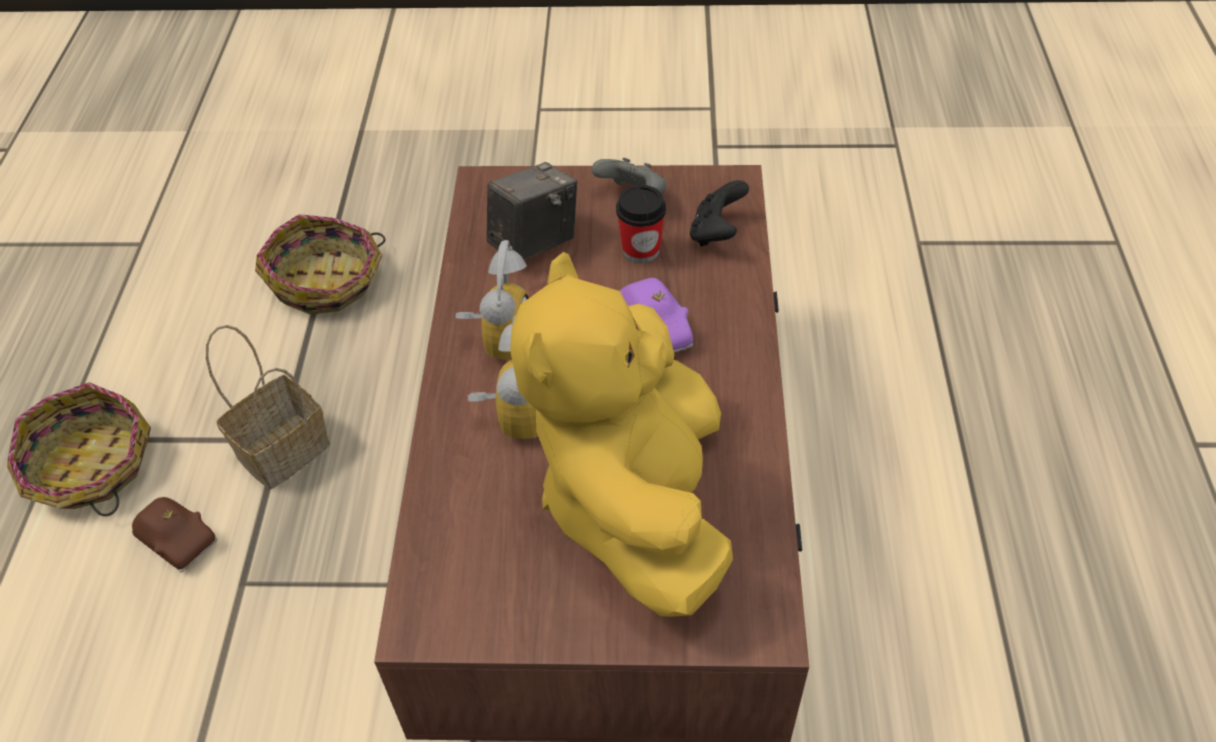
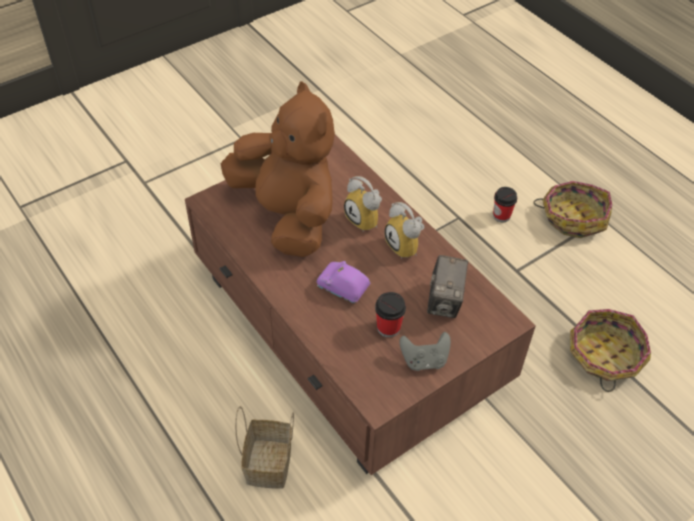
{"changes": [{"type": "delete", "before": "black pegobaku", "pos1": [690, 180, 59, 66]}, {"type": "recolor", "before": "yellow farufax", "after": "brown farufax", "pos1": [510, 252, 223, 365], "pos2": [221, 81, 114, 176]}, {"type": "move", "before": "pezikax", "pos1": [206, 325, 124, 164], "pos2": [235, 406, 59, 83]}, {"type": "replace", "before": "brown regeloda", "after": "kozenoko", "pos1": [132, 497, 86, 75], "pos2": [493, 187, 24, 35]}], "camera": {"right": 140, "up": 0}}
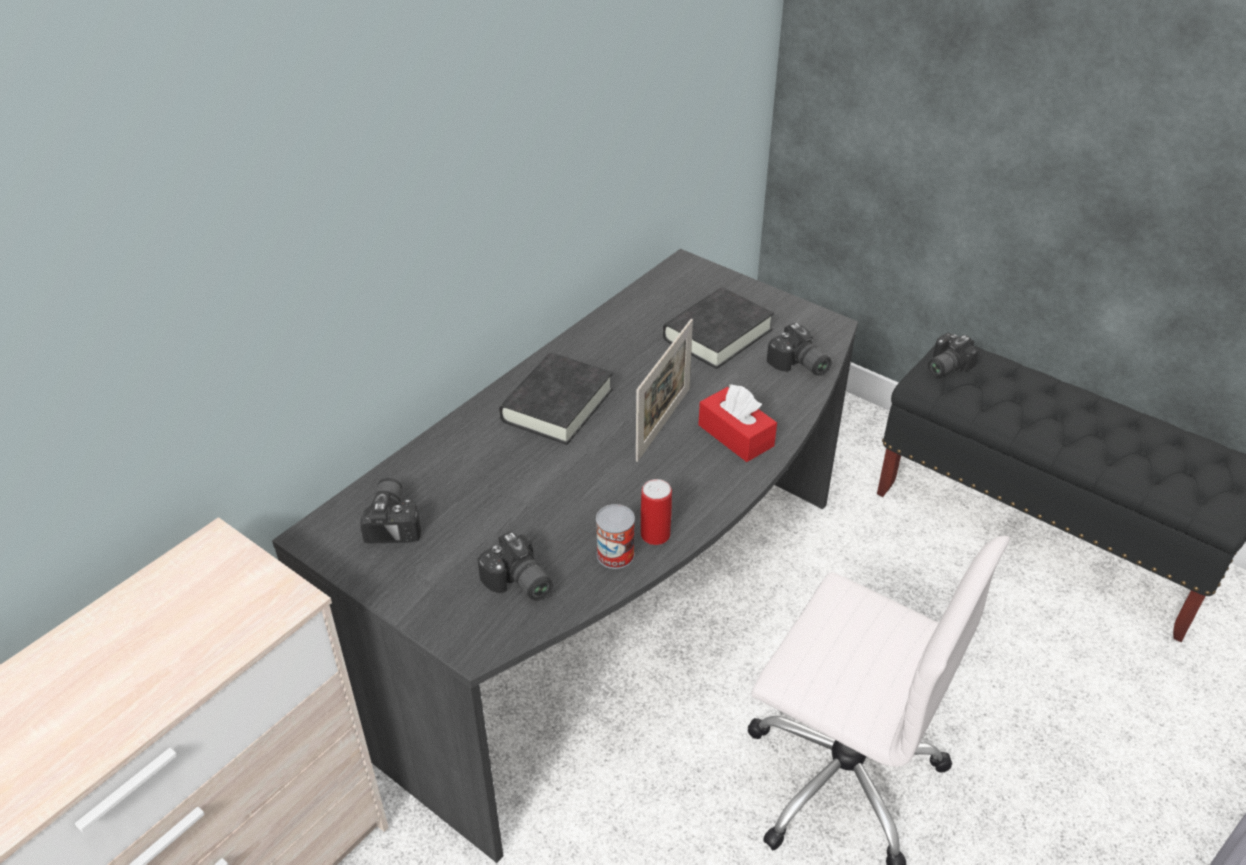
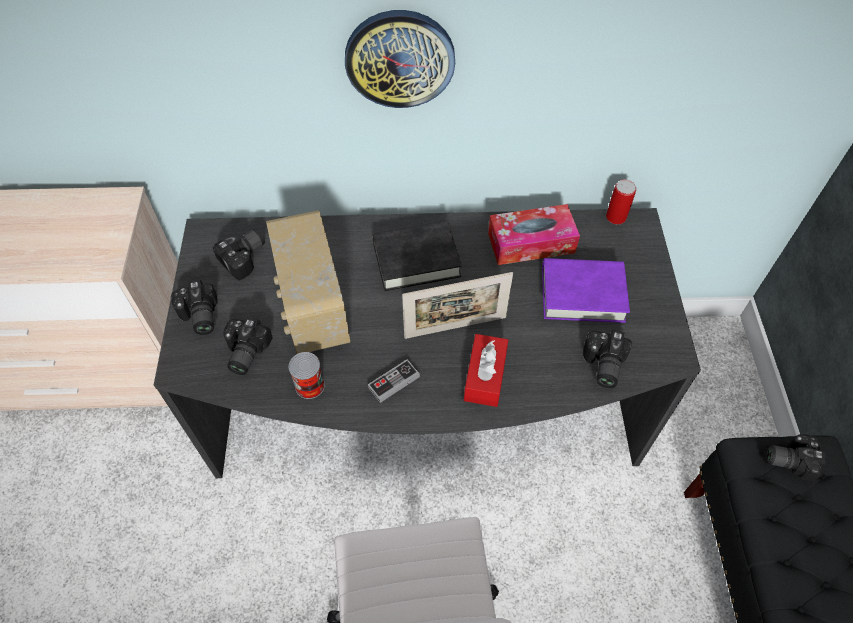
{"changes": [{"type": "recolor", "before": "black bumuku", "after": "purple bumuku", "pos1": [663, 288, 111, 81], "pos2": [542, 258, 88, 65]}, {"type": "move", "before": "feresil", "pos1": [641, 479, 31, 66], "pos2": [606, 179, 30, 45]}, {"type": "insert", "after": "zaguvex", "pos2": [345, 10, 110, 98]}, {"type": "insert", "after": "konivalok", "pos2": [488, 204, 92, 61]}, {"type": "insert", "after": "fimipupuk", "pos2": [266, 210, 84, 144]}, {"type": "insert", "after": "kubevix", "pos2": [171, 280, 47, 55]}, {"type": "insert", "after": "pegobaku", "pos2": [368, 359, 52, 44]}], "camera": {"right": 50, "up": 15}}
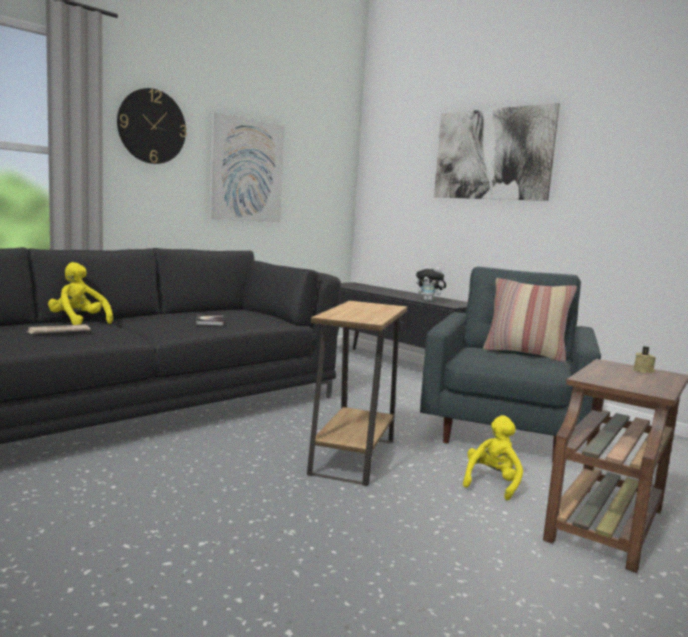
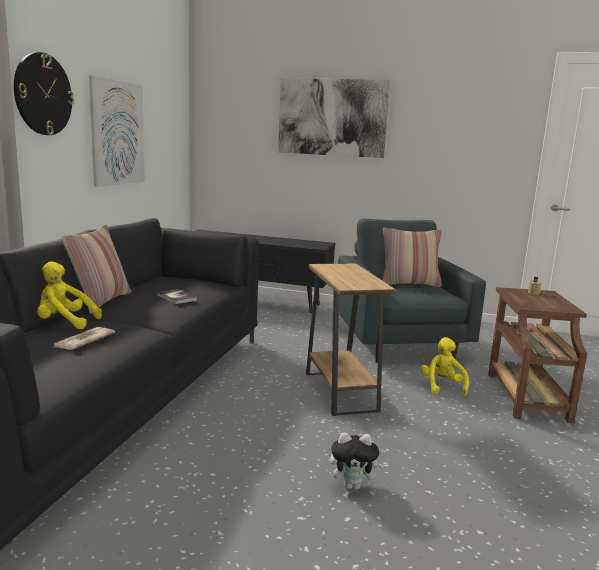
{"changes": [{"type": "move", "before": "farufax", "pos1": [416, 265, 31, 36], "pos2": [330, 432, 54, 58]}, {"type": "insert", "after": "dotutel", "pos2": [62, 225, 69, 89]}], "camera": {"right": -30, "up": 5}}
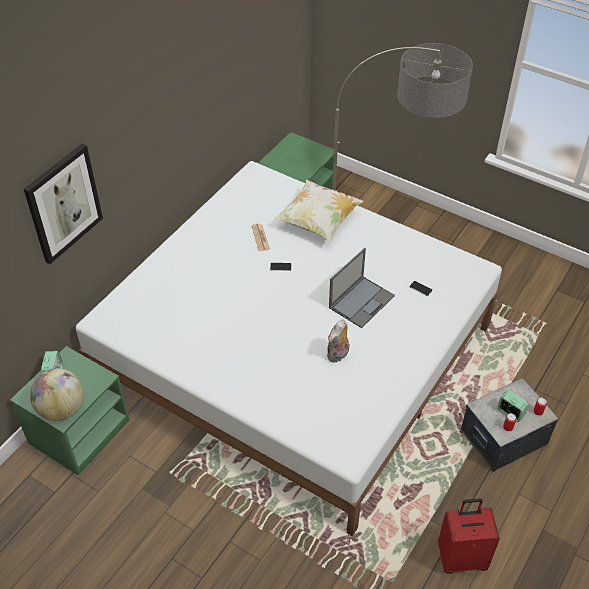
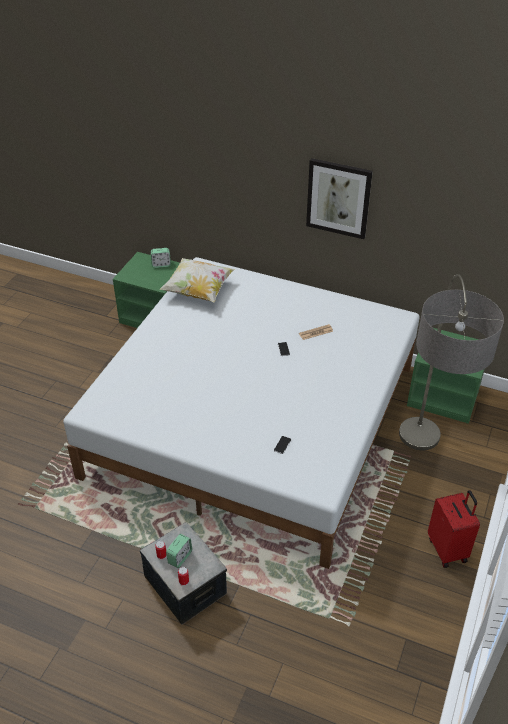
{"changes": [{"type": "move", "before": "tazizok", "pos1": [24, 143, 79, 121], "pos2": [306, 158, 67, 81]}, {"type": "move", "before": "dotutel", "pos1": [274, 180, 90, 61], "pos2": [159, 258, 76, 44]}, {"type": "delete", "before": "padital", "pos1": [329, 248, 66, 80]}, {"type": "delete", "before": "farufax", "pos1": [327, 320, 23, 43]}, {"type": "delete", "before": "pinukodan", "pos1": [30, 369, 54, 52]}, {"type": "move", "before": "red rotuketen", "pos1": [438, 499, 62, 75], "pos2": [428, 490, 52, 78]}], "camera": {"right": 80, "up": -5}}
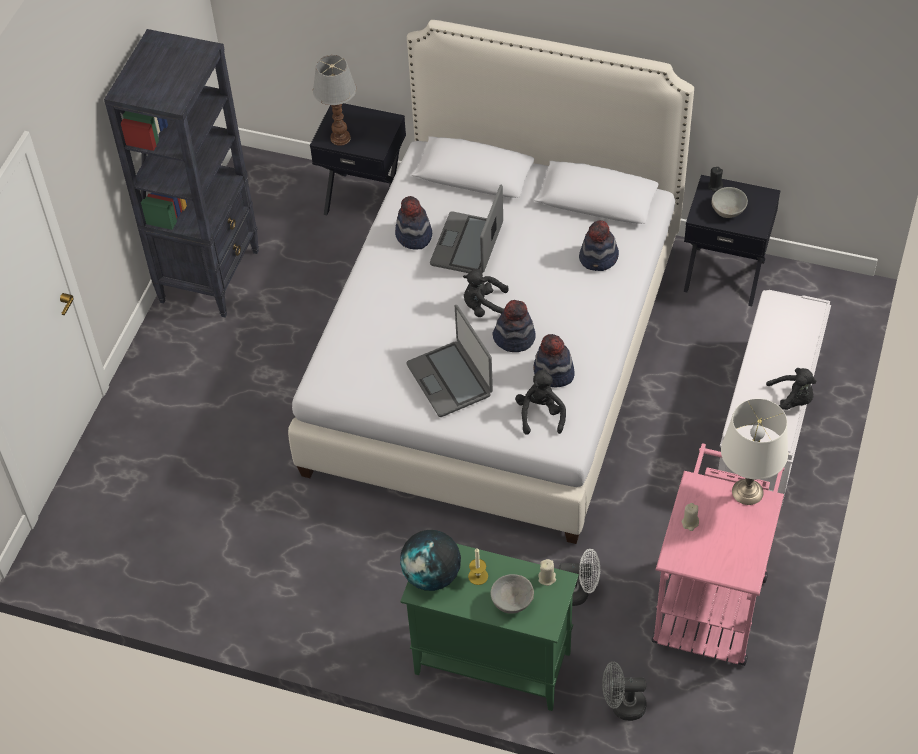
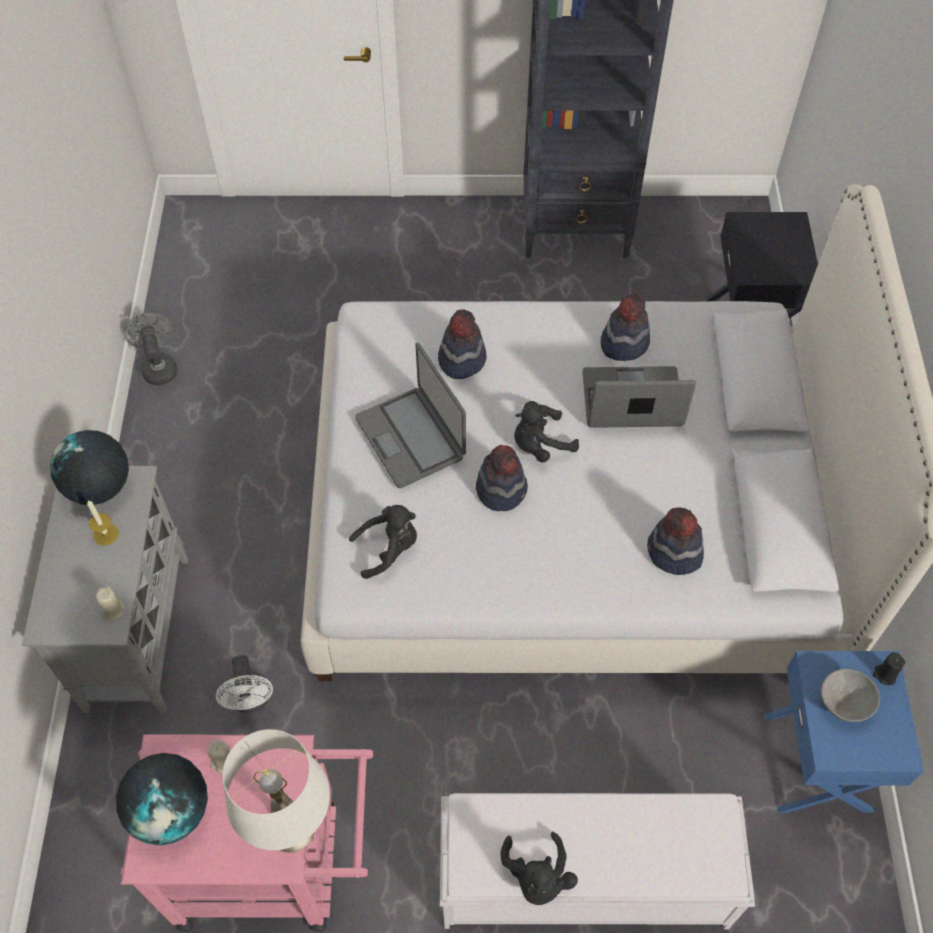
{"changes": [{"type": "delete", "before": "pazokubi", "pos1": [313, 55, 43, 91]}, {"type": "recolor", "before": "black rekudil", "after": "blue rekudil", "pos1": [684, 175, 96, 131], "pos2": [764, 651, 160, 162]}, {"type": "rotate", "before": "black farufax", "pos1": [463, 269, 46, 48], "pos2": [514, 401, 65, 62], "turn": -90}, {"type": "rotate", "before": "padital", "pos1": [406, 305, 87, 112], "pos2": [355, 343, 111, 145], "turn": -75}, {"type": "move", "before": "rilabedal", "pos1": [533, 334, 41, 53], "pos2": [438, 309, 49, 70]}, {"type": "recolor", "before": "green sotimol", "after": "grey sotimol", "pos1": [400, 544, 179, 167], "pos2": [22, 466, 166, 247]}, {"type": "delete", "before": "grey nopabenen", "pos1": [491, 574, 43, 40]}, {"type": "move", "before": "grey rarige", "pos1": [602, 661, 45, 60], "pos2": [124, 313, 54, 72]}, {"type": "insert", "after": "pinukodan", "pos2": [116, 753, 92, 93]}], "camera": {"right": 70, "up": 5}}
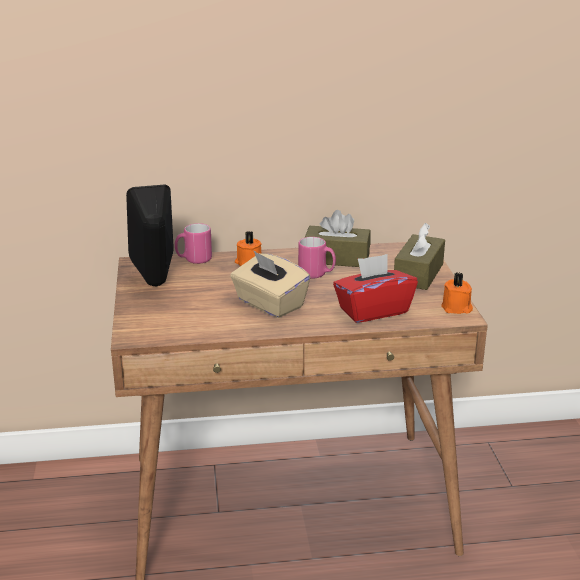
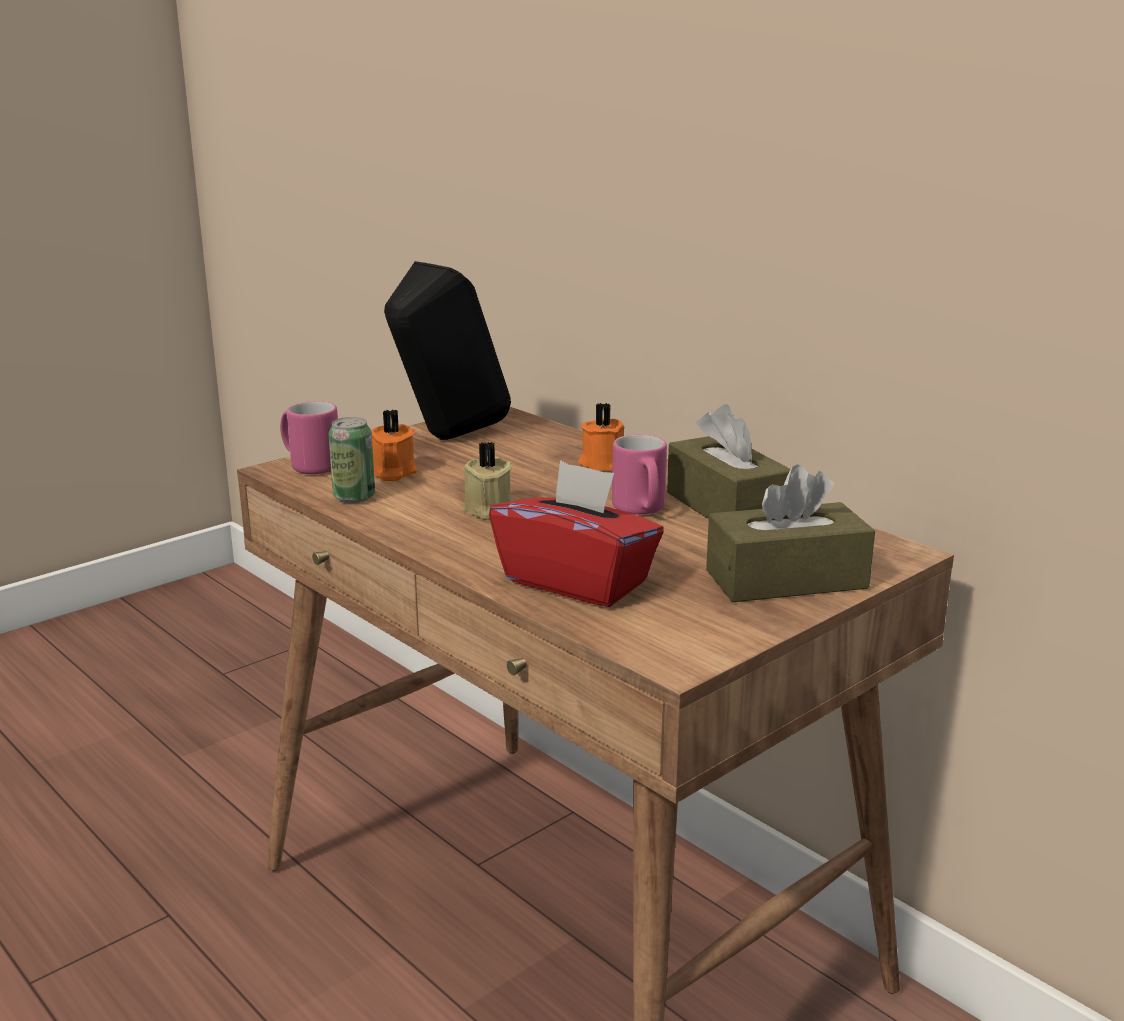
{"changes": [{"type": "move", "before": "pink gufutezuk", "pos1": [175, 223, 37, 41], "pos2": [280, 401, 58, 73]}, {"type": "replace", "before": "beige konivalok", "after": "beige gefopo", "pos1": [230, 250, 80, 68], "pos2": [462, 442, 51, 78]}, {"type": "move", "before": "orange gefopo", "pos1": [441, 273, 32, 41], "pos2": [371, 409, 46, 72]}, {"type": "insert", "after": "feresil", "pos2": [328, 417, 47, 86]}], "camera": {"right": 55, "up": -5}}
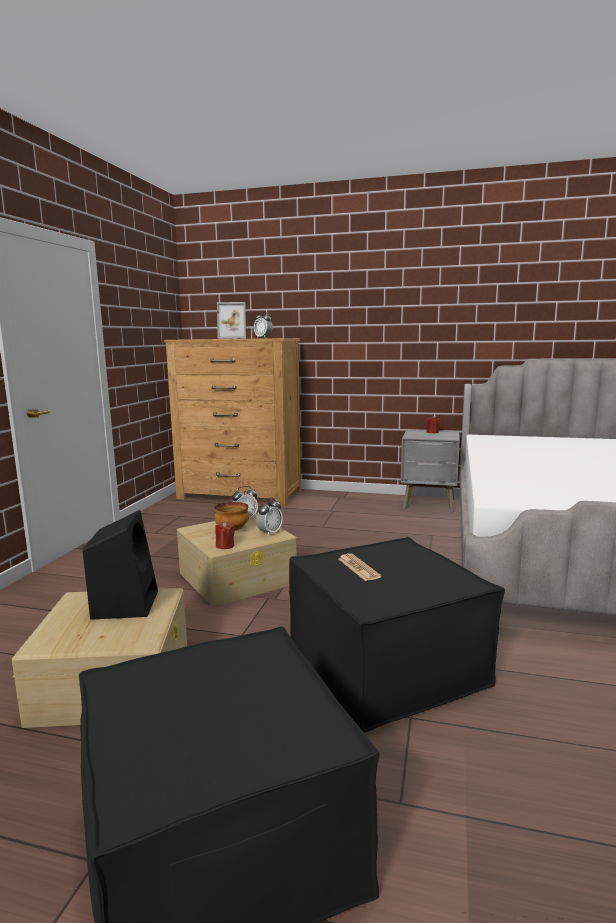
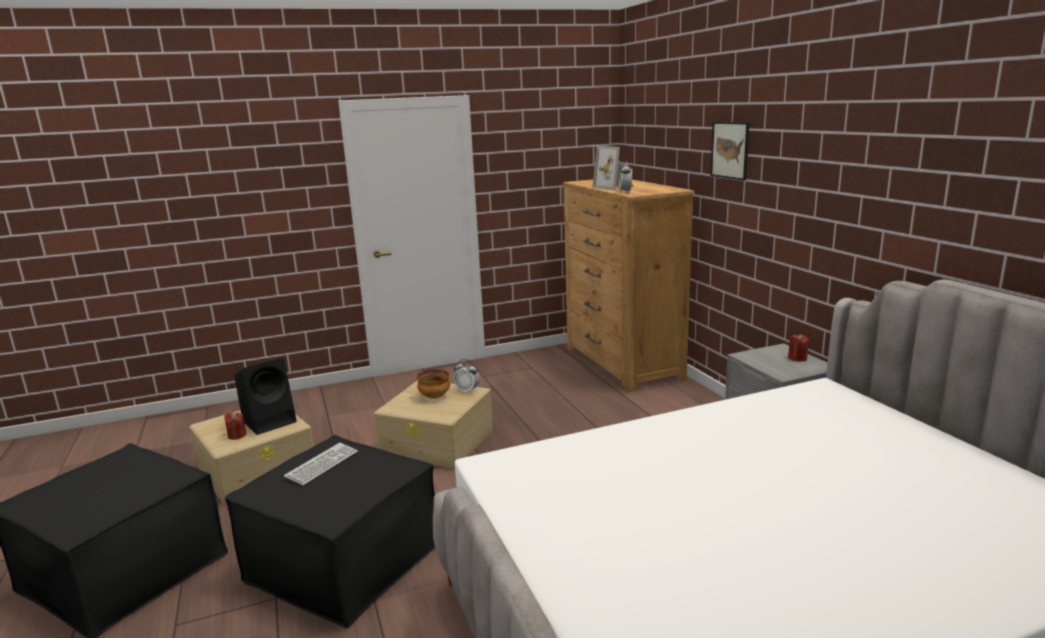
{"changes": [{"type": "delete", "before": "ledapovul", "pos1": [256, 497, 27, 39]}, {"type": "move", "before": "red gefopo", "pos1": [215, 521, 20, 28], "pos2": [224, 412, 23, 28]}, {"type": "replace", "before": "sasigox", "after": "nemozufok", "pos1": [339, 553, 42, 28], "pos2": [284, 443, 74, 42]}, {"type": "insert", "after": "tazizok", "pos2": [710, 122, 39, 59]}], "camera": {"right": 55, "up": 5}}
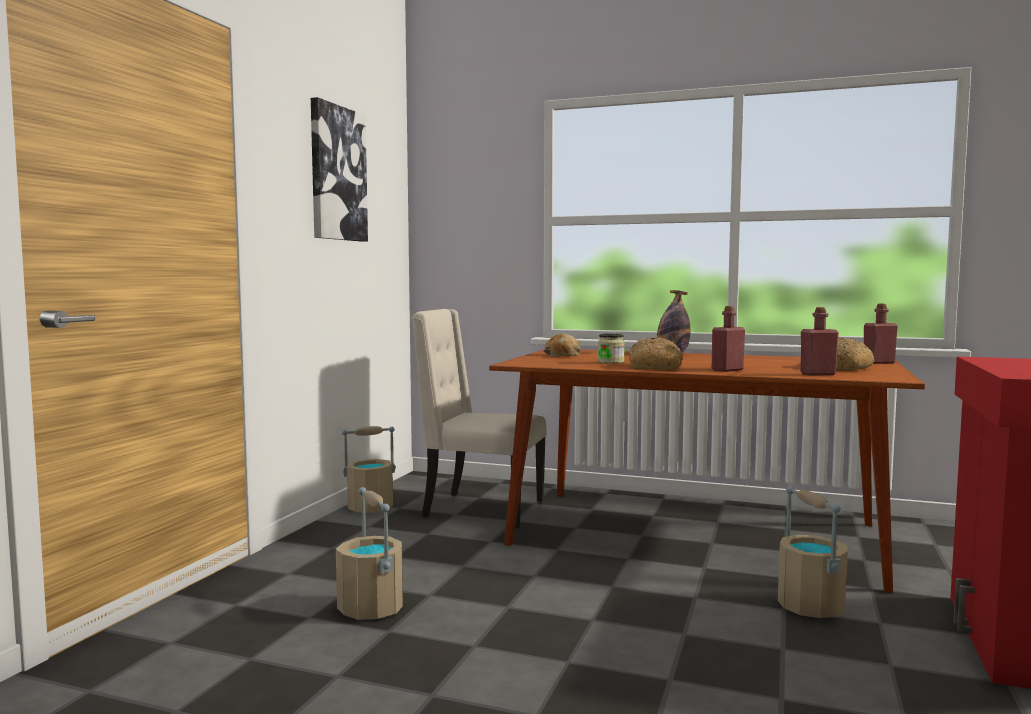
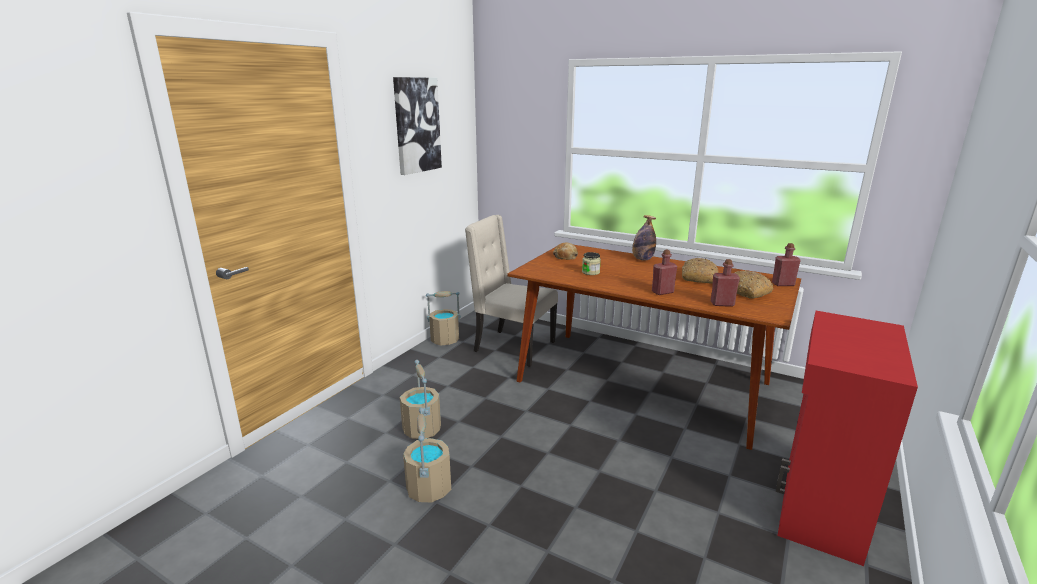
{"changes": [{"type": "move", "before": "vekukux", "pos1": [629, 338, 54, 32], "pos2": [682, 258, 37, 25]}, {"type": "move", "before": "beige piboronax", "pos1": [778, 486, 70, 132], "pos2": [403, 408, 48, 94]}], "camera": {"right": 10, "up": 15}}
